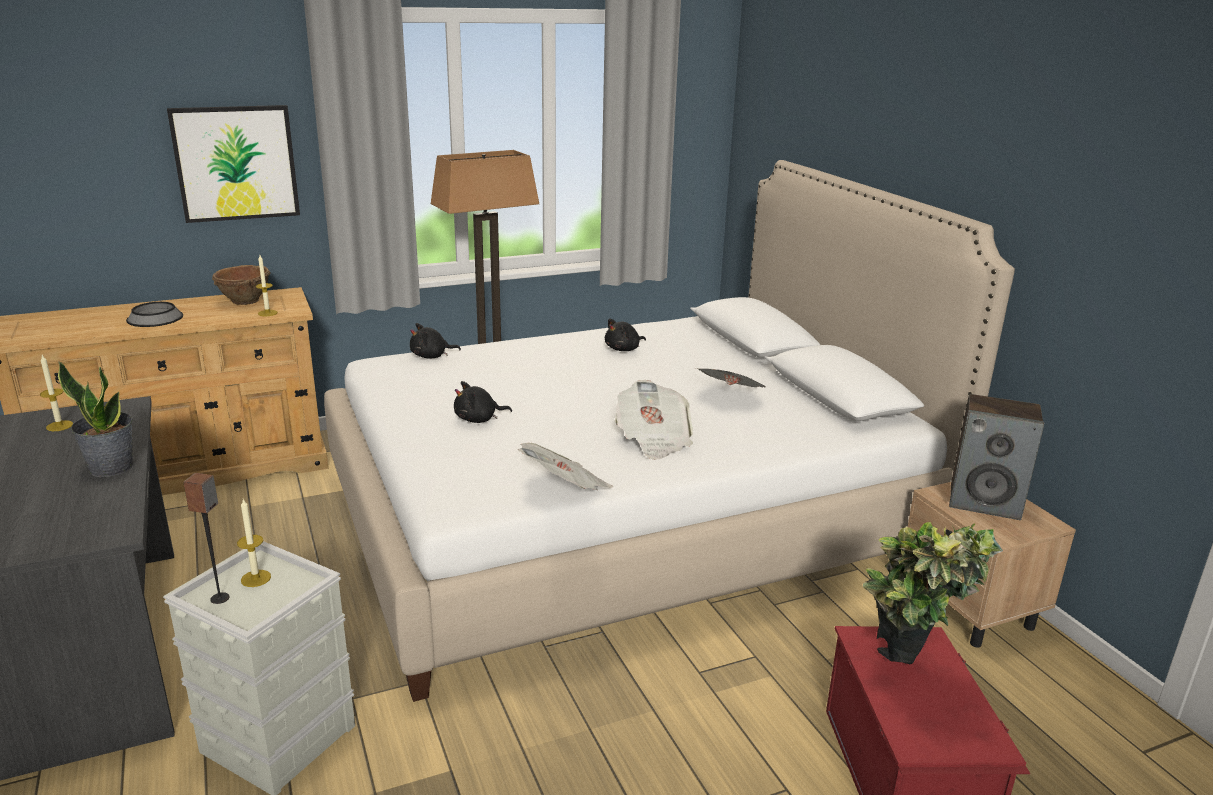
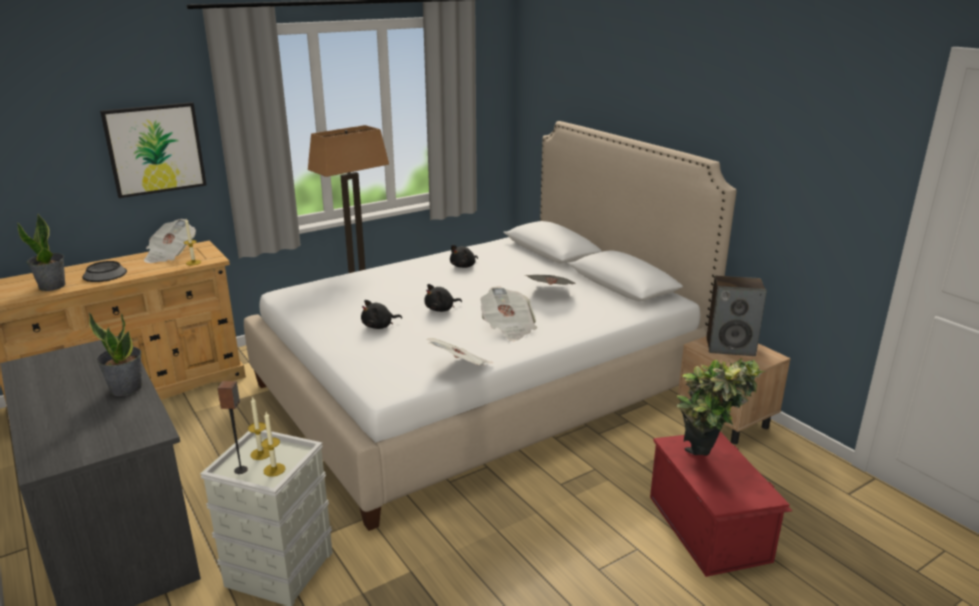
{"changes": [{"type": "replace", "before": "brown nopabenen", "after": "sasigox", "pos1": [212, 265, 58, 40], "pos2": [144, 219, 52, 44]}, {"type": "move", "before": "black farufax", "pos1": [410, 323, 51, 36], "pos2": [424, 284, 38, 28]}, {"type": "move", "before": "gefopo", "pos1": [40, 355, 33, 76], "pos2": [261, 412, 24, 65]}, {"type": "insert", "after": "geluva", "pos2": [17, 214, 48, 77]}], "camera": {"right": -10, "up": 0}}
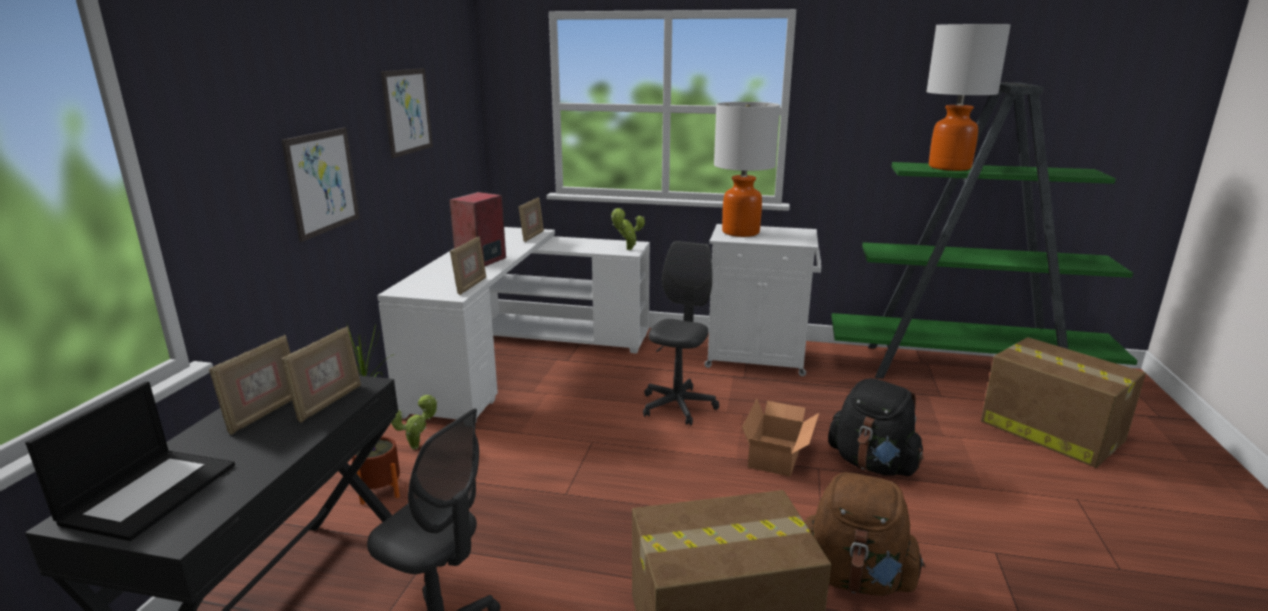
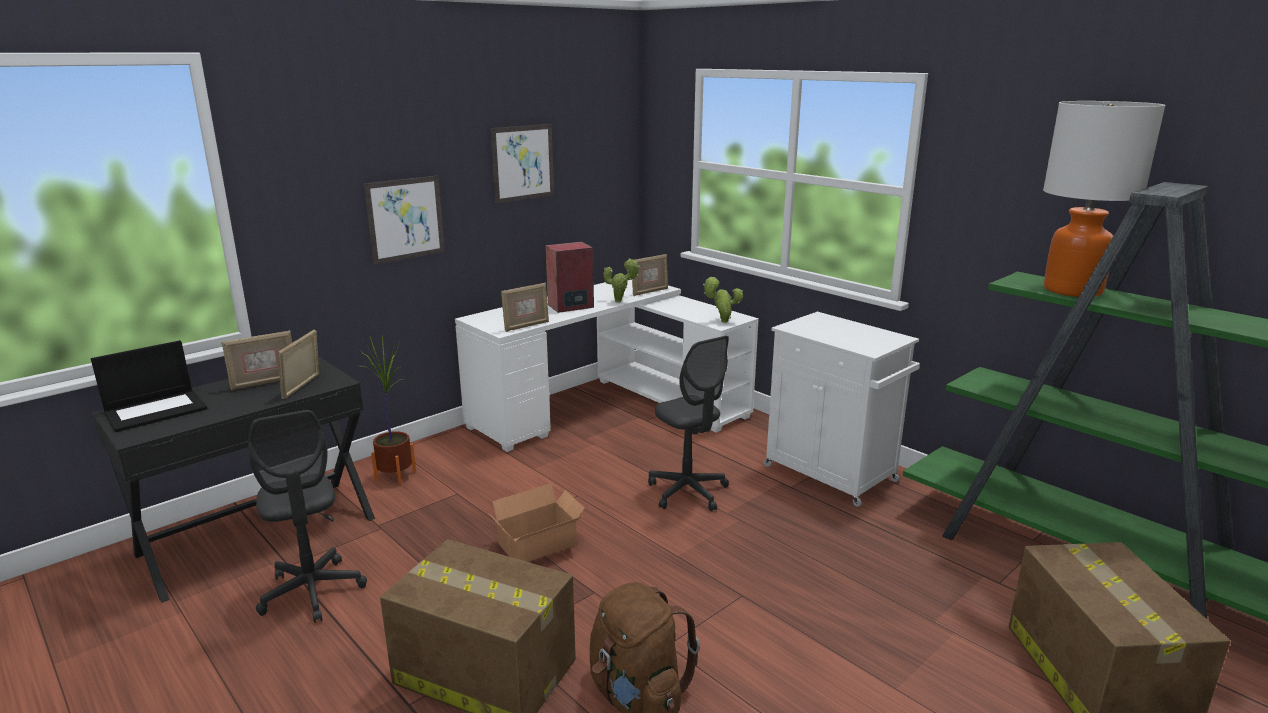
{"changes": [{"type": "delete", "before": "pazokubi", "pos1": [714, 102, 66, 135]}, {"type": "rotate", "before": "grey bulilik", "pos1": [643, 241, 76, 185], "pos2": [648, 336, 81, 175], "turn": 90}, {"type": "rotate", "before": "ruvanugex", "pos1": [281, 326, 80, 97], "pos2": [277, 330, 42, 69], "turn": 135}, {"type": "delete", "before": "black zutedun", "pos1": [828, 378, 96, 98]}, {"type": "move", "before": "geluva", "pos1": [391, 394, 47, 56], "pos2": [604, 258, 36, 45]}, {"type": "move", "before": "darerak", "pos1": [742, 398, 77, 79], "pos2": [490, 483, 95, 79]}], "camera": {"right": 35, "up": 0}}
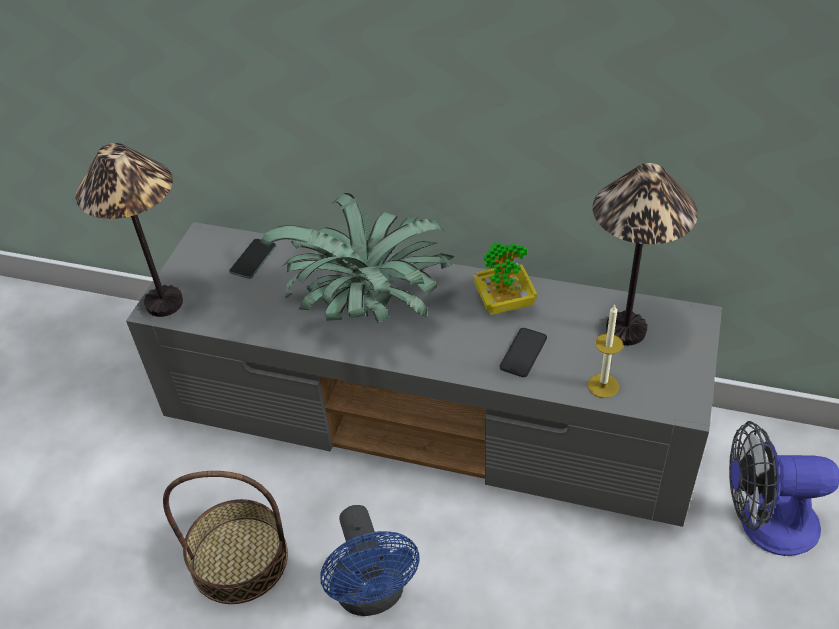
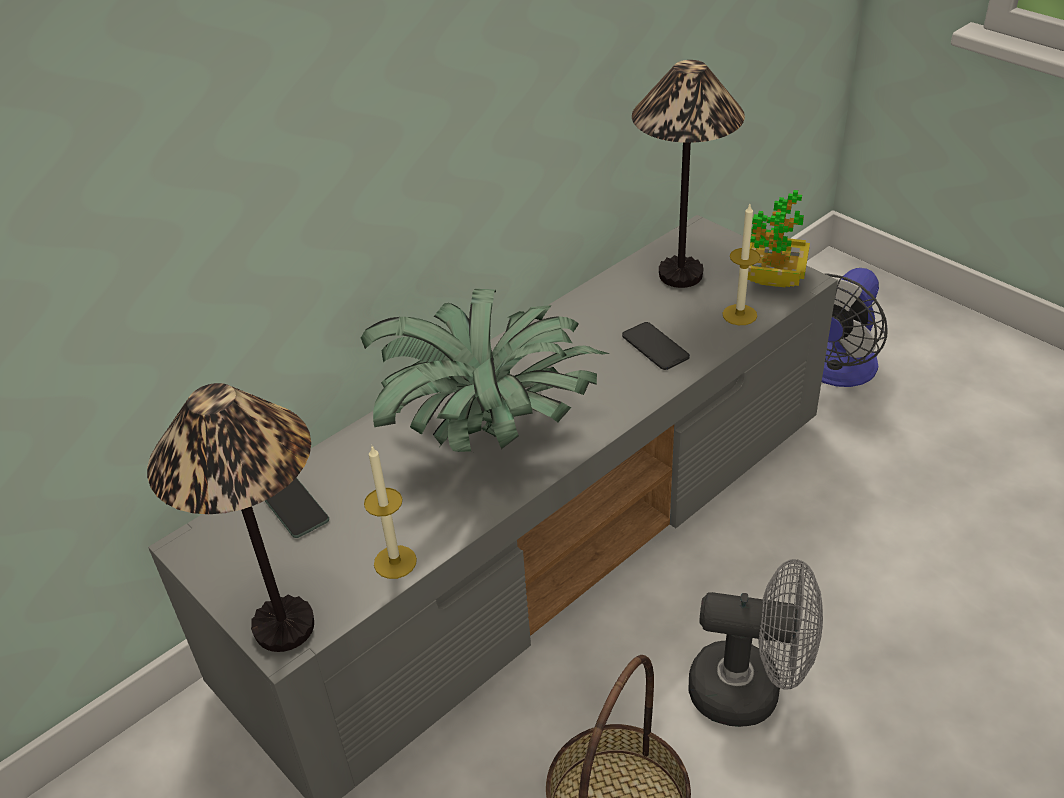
{"changes": [{"type": "move", "before": "geluva", "pos1": [473, 242, 64, 73], "pos2": [748, 190, 62, 98]}, {"type": "recolor", "before": "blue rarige", "after": "grey rarige", "pos1": [320, 505, 100, 111], "pos2": [689, 559, 134, 168]}, {"type": "insert", "after": "gefopo", "pos2": [364, 446, 53, 133]}], "camera": {"right": -60, "up": -5}}
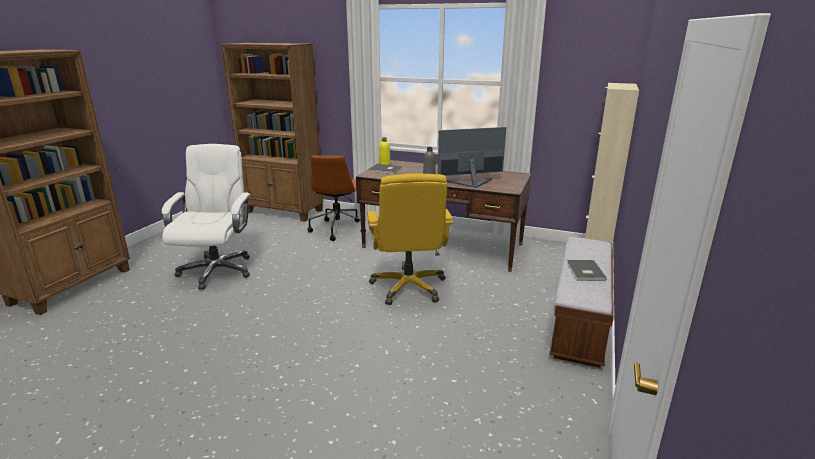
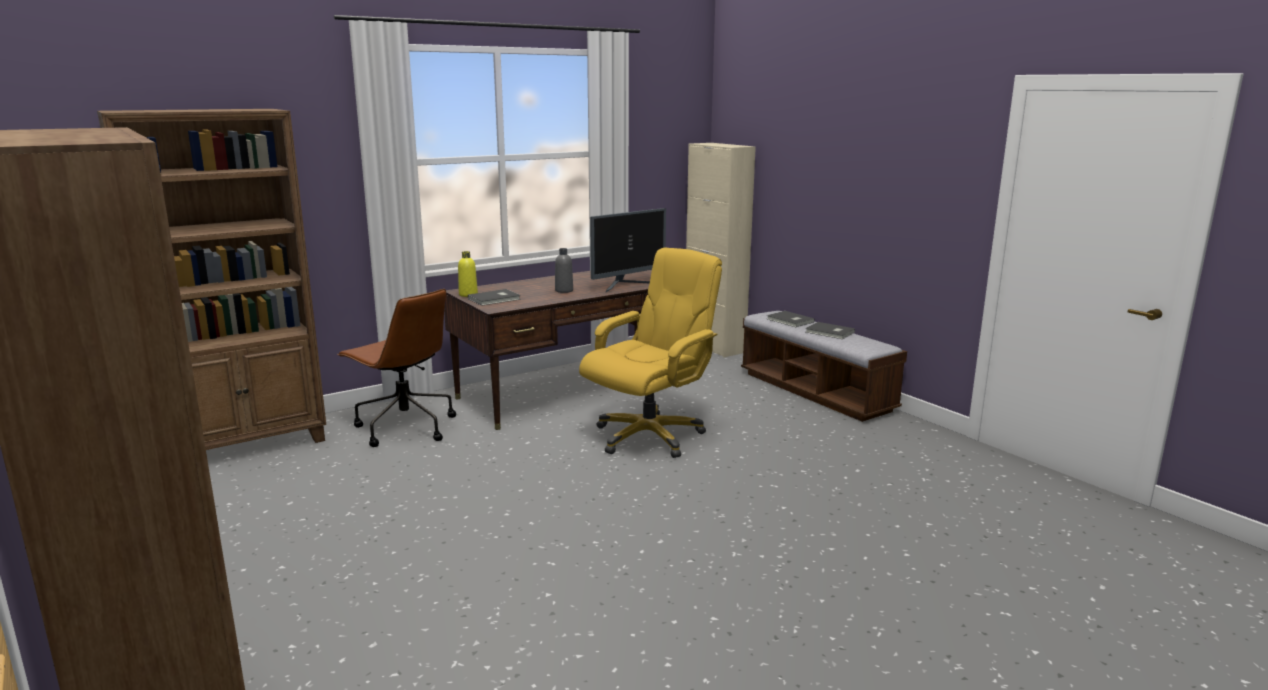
{"changes": [{"type": "rotate", "before": "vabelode", "pos1": [438, 127, 68, 61], "pos2": [590, 208, 76, 84], "turn": -150}, {"type": "delete", "before": "white bulilik", "pos1": [162, 144, 89, 146]}, {"type": "rotate", "before": "yellow bulilik", "pos1": [368, 173, 85, 132], "pos2": [579, 248, 143, 210], "turn": -75}, {"type": "insert", "after": "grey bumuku", "pos2": [767, 311, 48, 16]}], "camera": {"right": -55, "up": -5}}
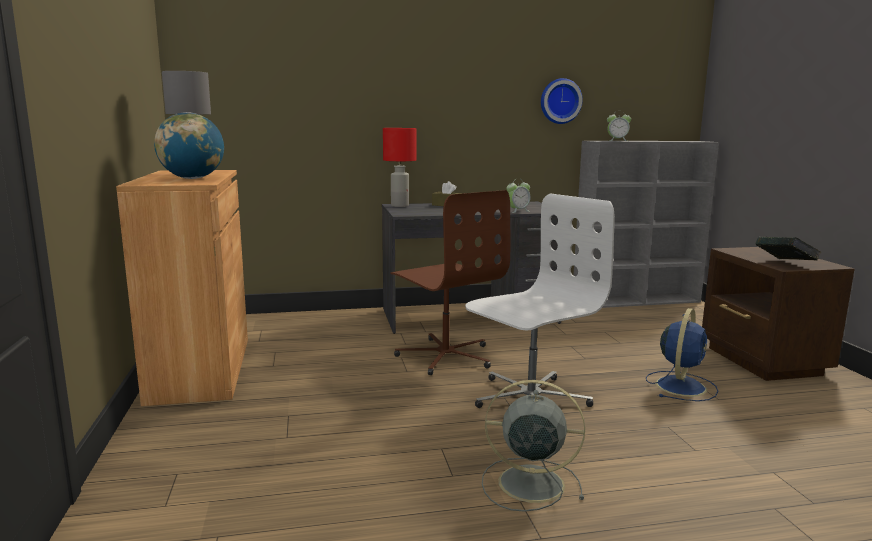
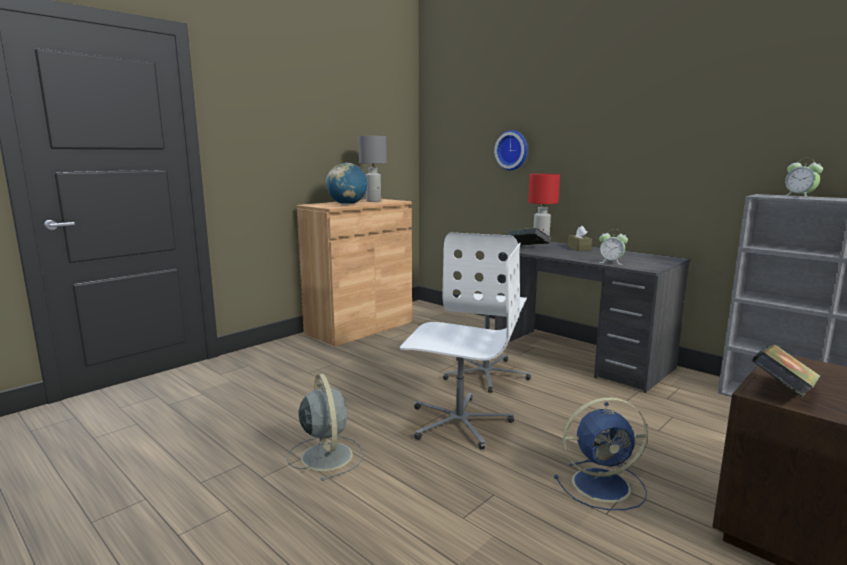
{"changes": [{"type": "move", "before": "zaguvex", "pos1": [541, 78, 42, 46], "pos2": [494, 130, 34, 40]}, {"type": "recolor", "before": "brown bulilik", "after": "white bulilik", "pos1": [390, 190, 120, 185], "pos2": [443, 232, 88, 161]}, {"type": "insert", "after": "bumuku", "pos2": [507, 228, 44, 18]}], "camera": {"right": 55, "up": 0}}
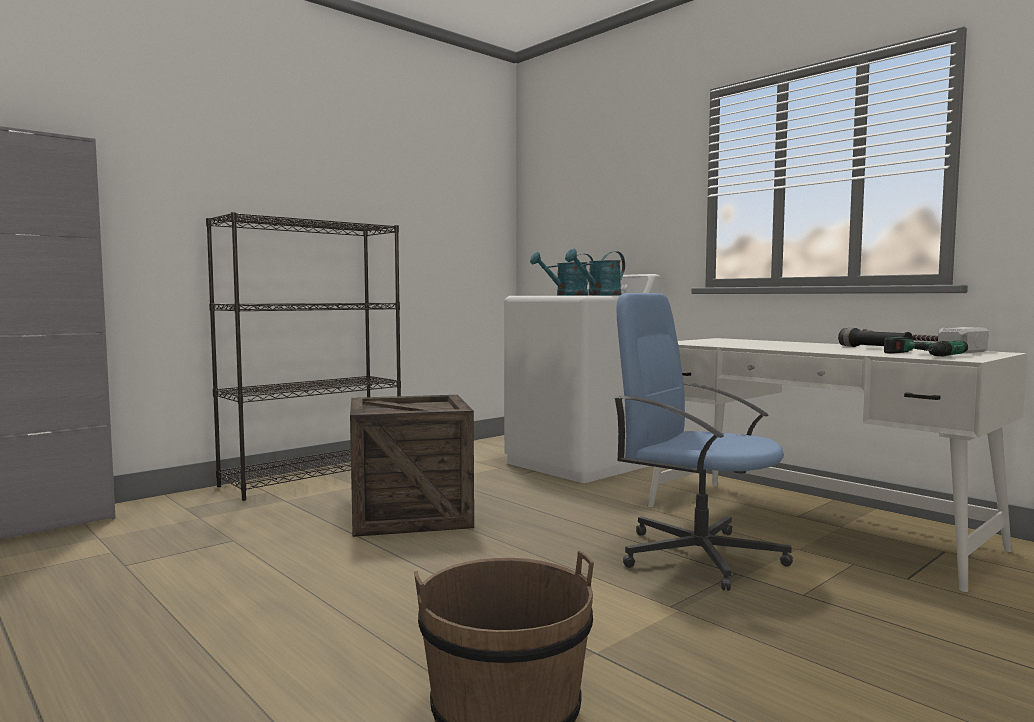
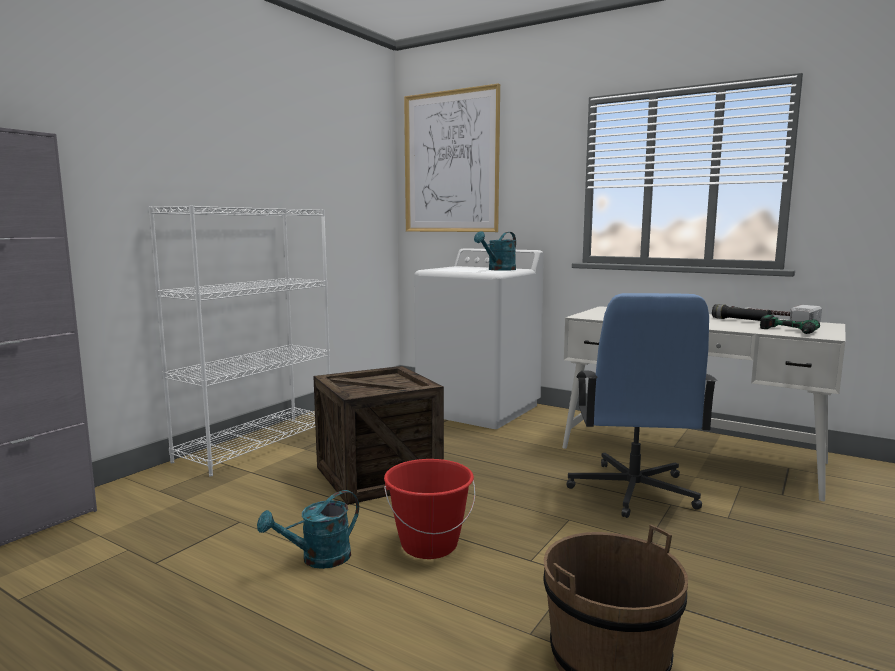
{"changes": [{"type": "recolor", "before": "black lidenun", "after": "white lidenun", "pos1": [206, 212, 195, 289], "pos2": [148, 205, 182, 272]}, {"type": "move", "before": "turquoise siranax", "pos1": [530, 252, 63, 44], "pos2": [257, 490, 102, 79]}, {"type": "rotate", "before": "blue bulilik", "pos1": [613, 293, 180, 298], "pos2": [566, 293, 151, 225], "turn": -105}, {"type": "insert", "after": "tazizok", "pos2": [404, 83, 96, 149]}, {"type": "insert", "after": "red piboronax", "pos2": [384, 459, 91, 100]}], "camera": {"right": -15, "up": 5}}
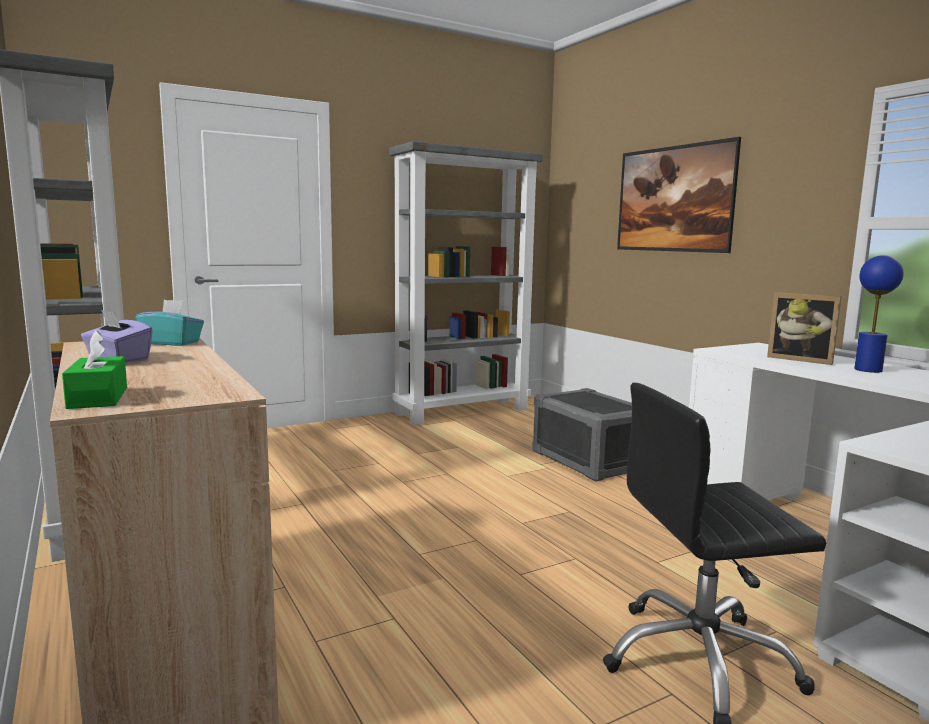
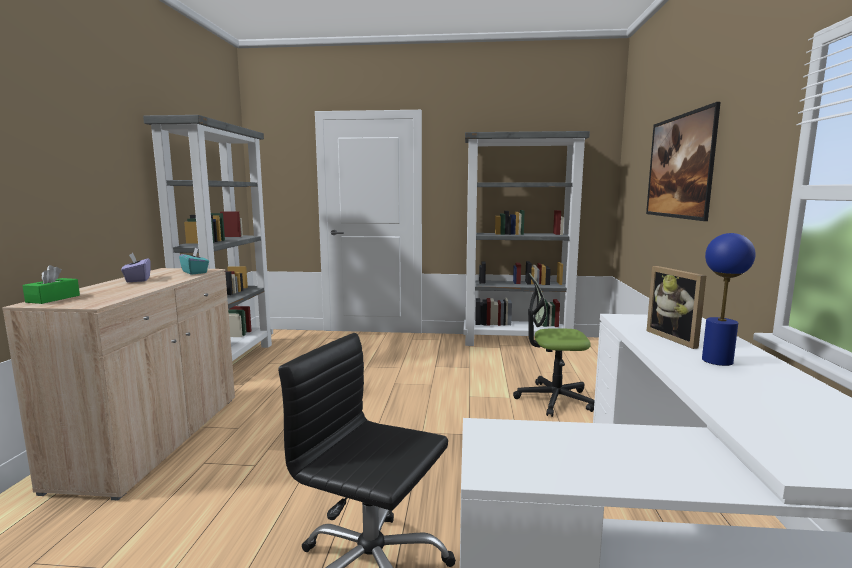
{"changes": [{"type": "replace", "before": "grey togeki", "after": "bulilik", "pos1": [532, 388, 100, 93], "pos2": [513, 273, 82, 144]}], "camera": {"right": 35, "up": 0}}
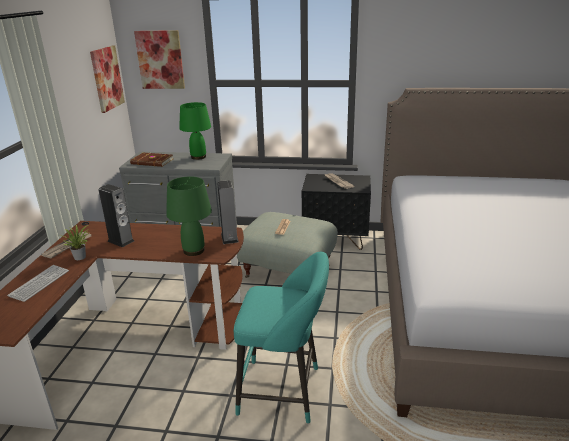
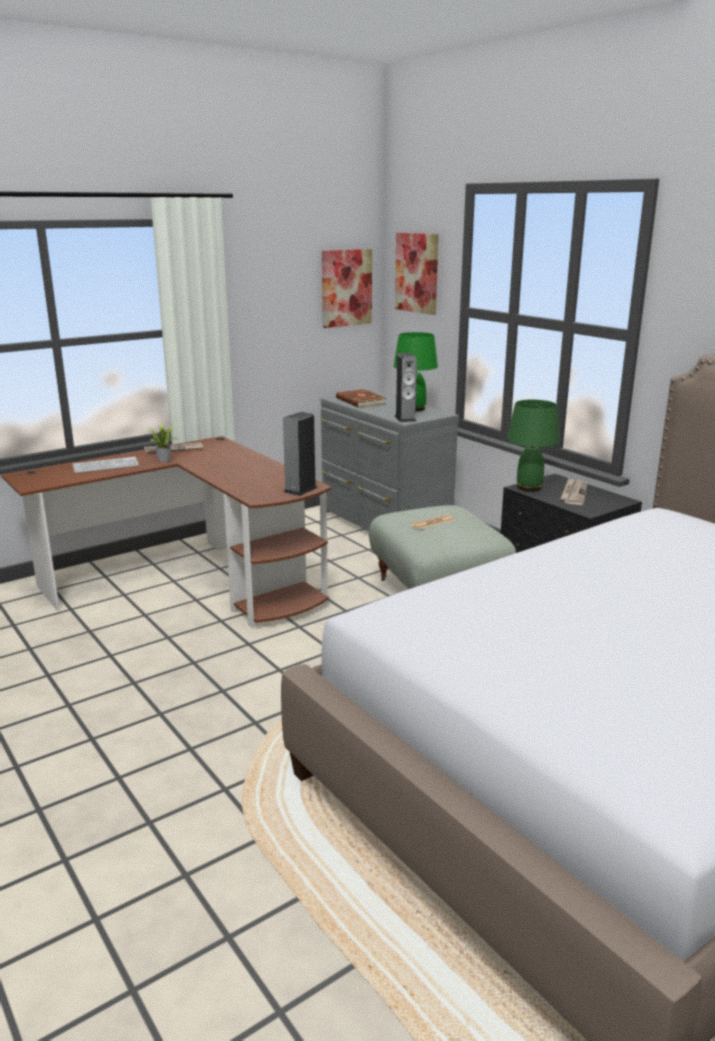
{"changes": [{"type": "move", "before": "green pazokubi", "pos1": [166, 176, 46, 80], "pos2": [507, 399, 53, 93]}, {"type": "move", "before": "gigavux", "pos1": [98, 184, 36, 63], "pos2": [395, 353, 22, 69]}, {"type": "delete", "before": "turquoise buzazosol", "pos1": [234, 251, 95, 173]}], "camera": {"right": 45, "up": -5}}
